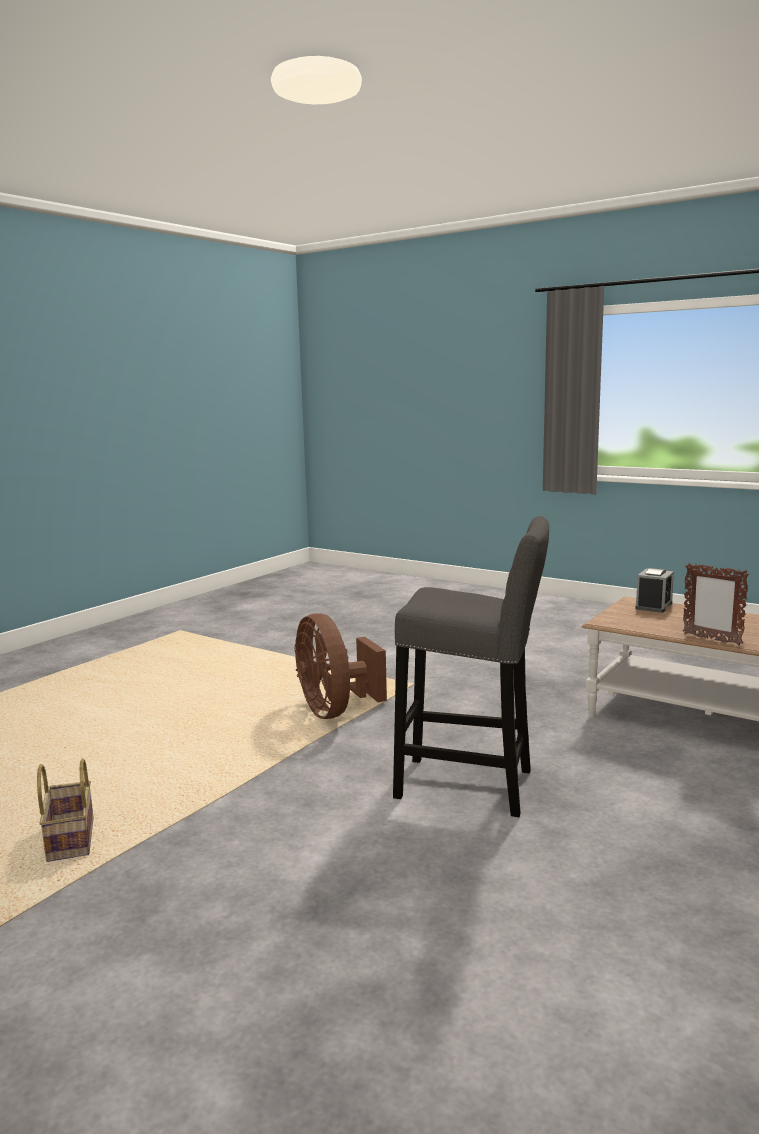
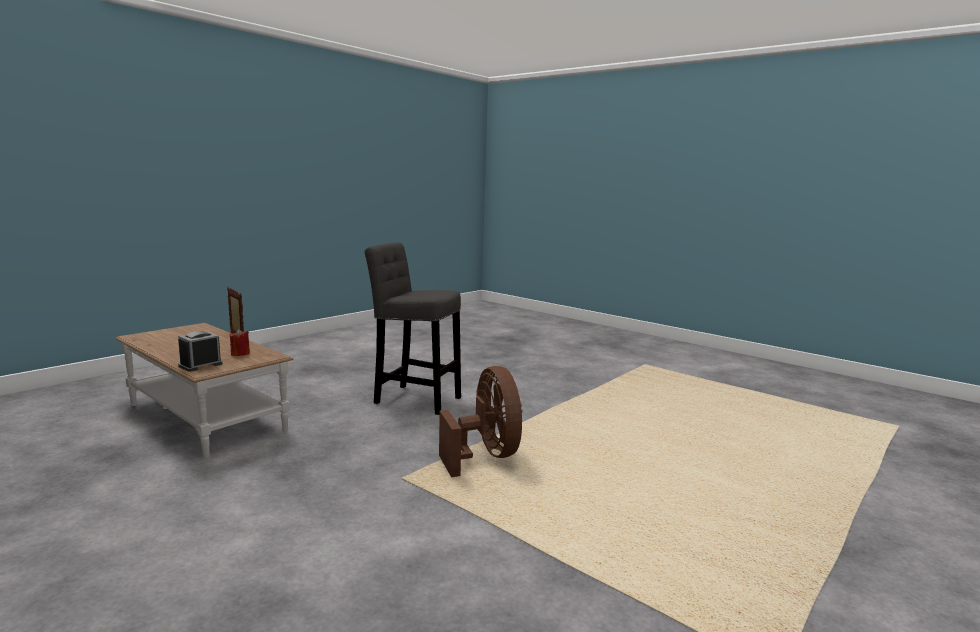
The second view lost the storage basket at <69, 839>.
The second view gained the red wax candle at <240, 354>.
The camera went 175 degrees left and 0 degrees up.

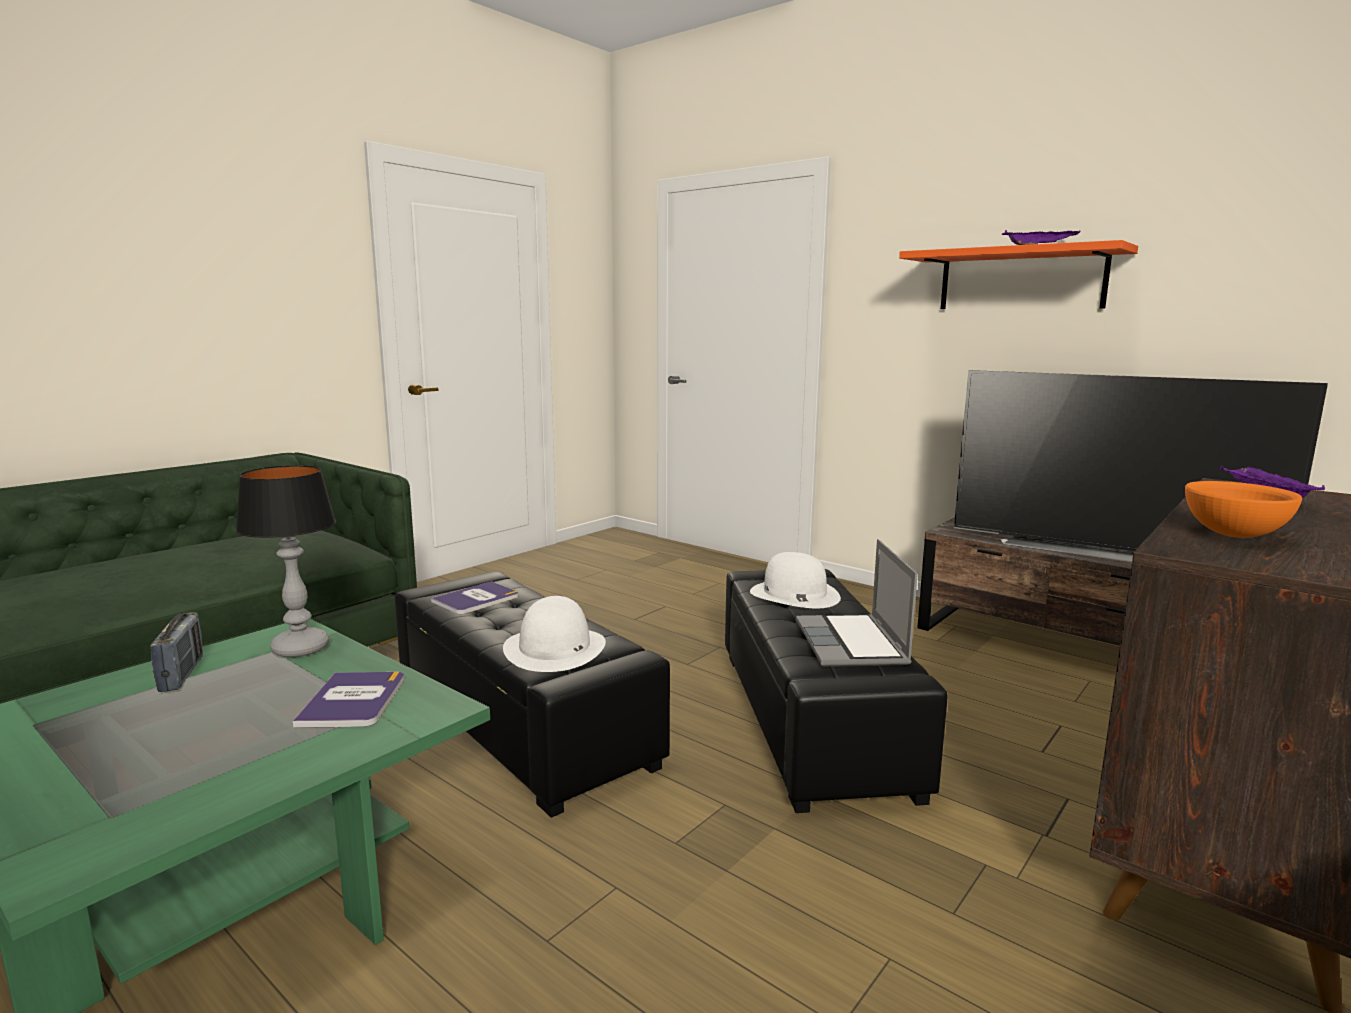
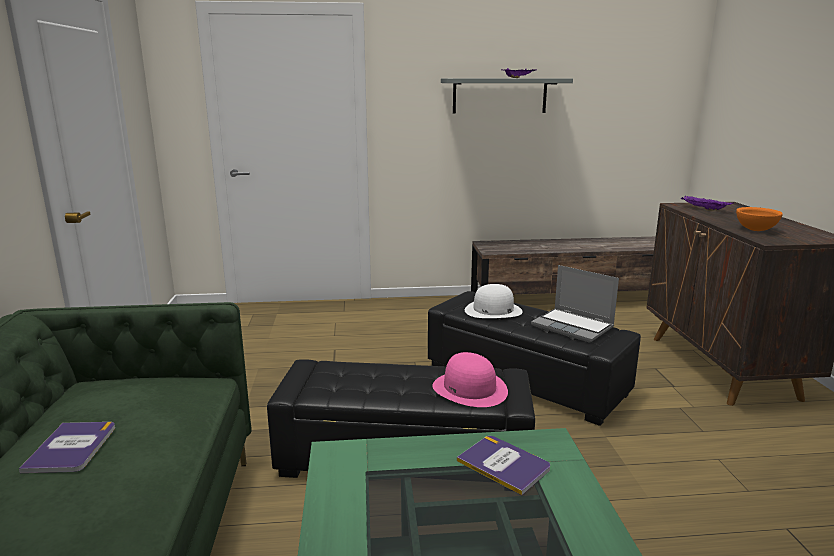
The second view lost the radio receiver at <182, 674>.
The second view lost the tabletop lamp at <299, 649>.
The book ended up elsewhere, having gone from <476, 599> to <71, 448>.
What was the whitish clothing hat at <555, 648> turned into the pink-coloured clothing hat at <470, 389>.
What was the orange-coloured wall shelf at <1021, 280> turned into the grey wall shelf at <499, 96>.
The second view lost the television at <1106, 551>.
The camera went 45 degrees left and 5 degrees up.

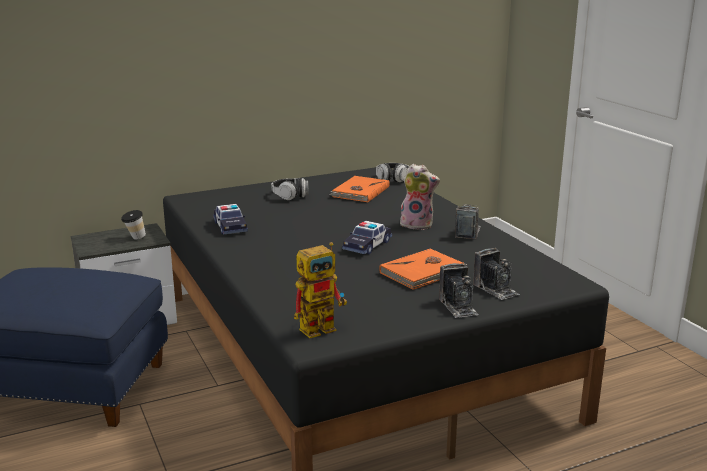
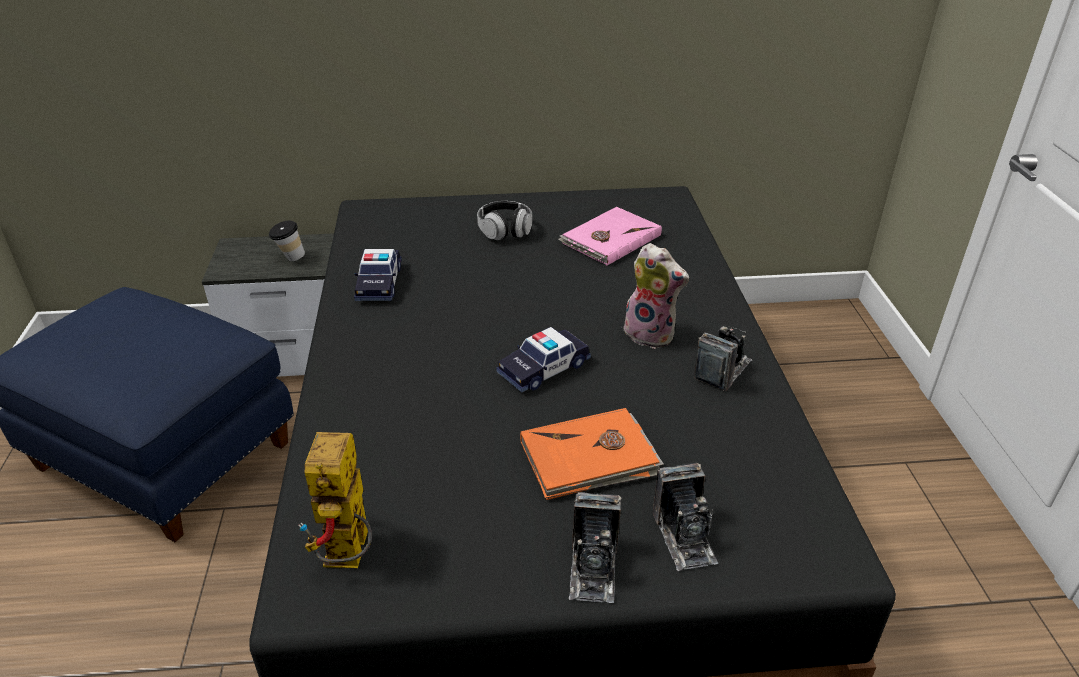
The robot figure at <322, 326> ended up facing another way, 105 degrees clockwise from before.
What was the orange-coloured book at <359, 192> turned into the pink-coloured book at <609, 239>.
The second view lost the headphones at <392, 179>.
The camera went 20 degrees right and 15 degrees up.

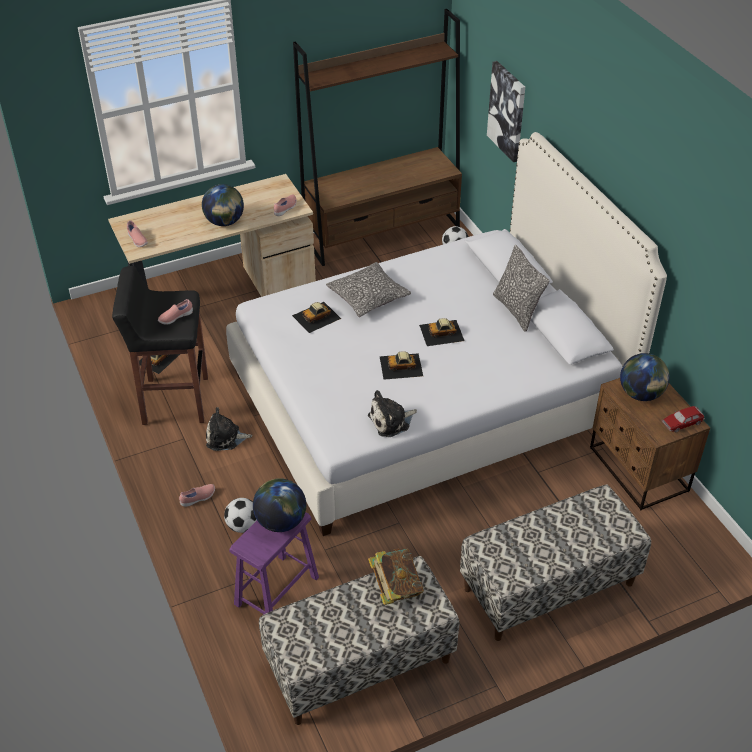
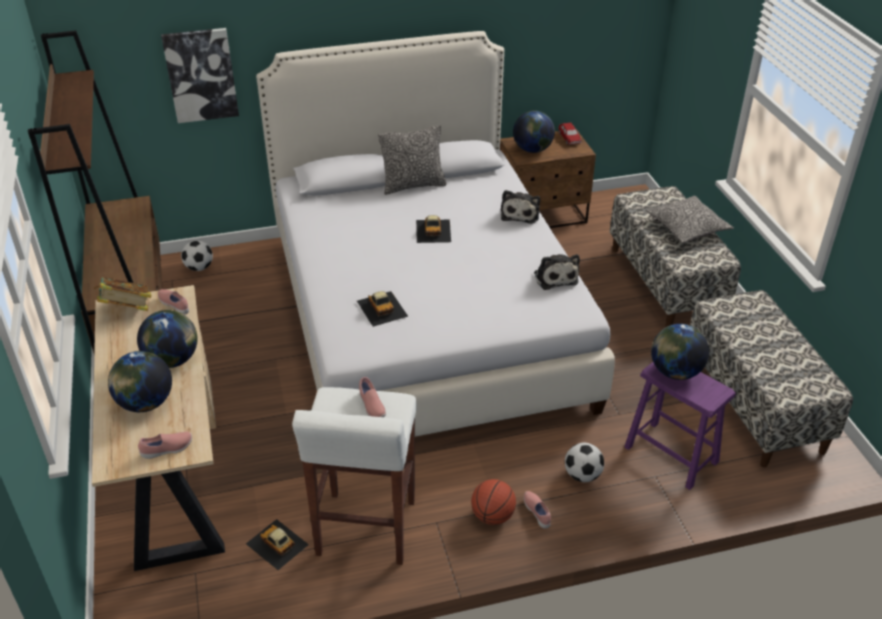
What was the blackish sitting stool at <174, 400> turned into the whitish sitting stool at <365, 529>.
The plush toy ended up elsewhere, having gone from <225, 438> to <520, 214>.
The cushion ended up elsewhere, having gone from <368, 296> to <687, 227>.
The book ended up elsewhere, having gone from <395, 587> to <127, 310>.
The second view lost the miniature car at <401, 366>.
The second view gained the desk globe at <145, 403>.
The second view gained the basketball at <492, 516>.
The camera went 80 degrees left and 5 degrees down.

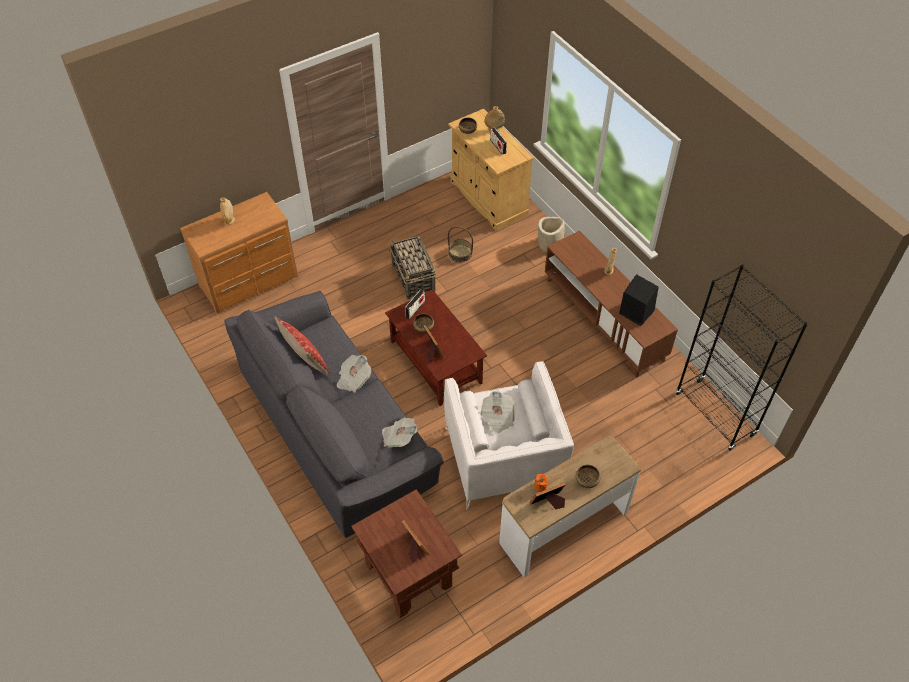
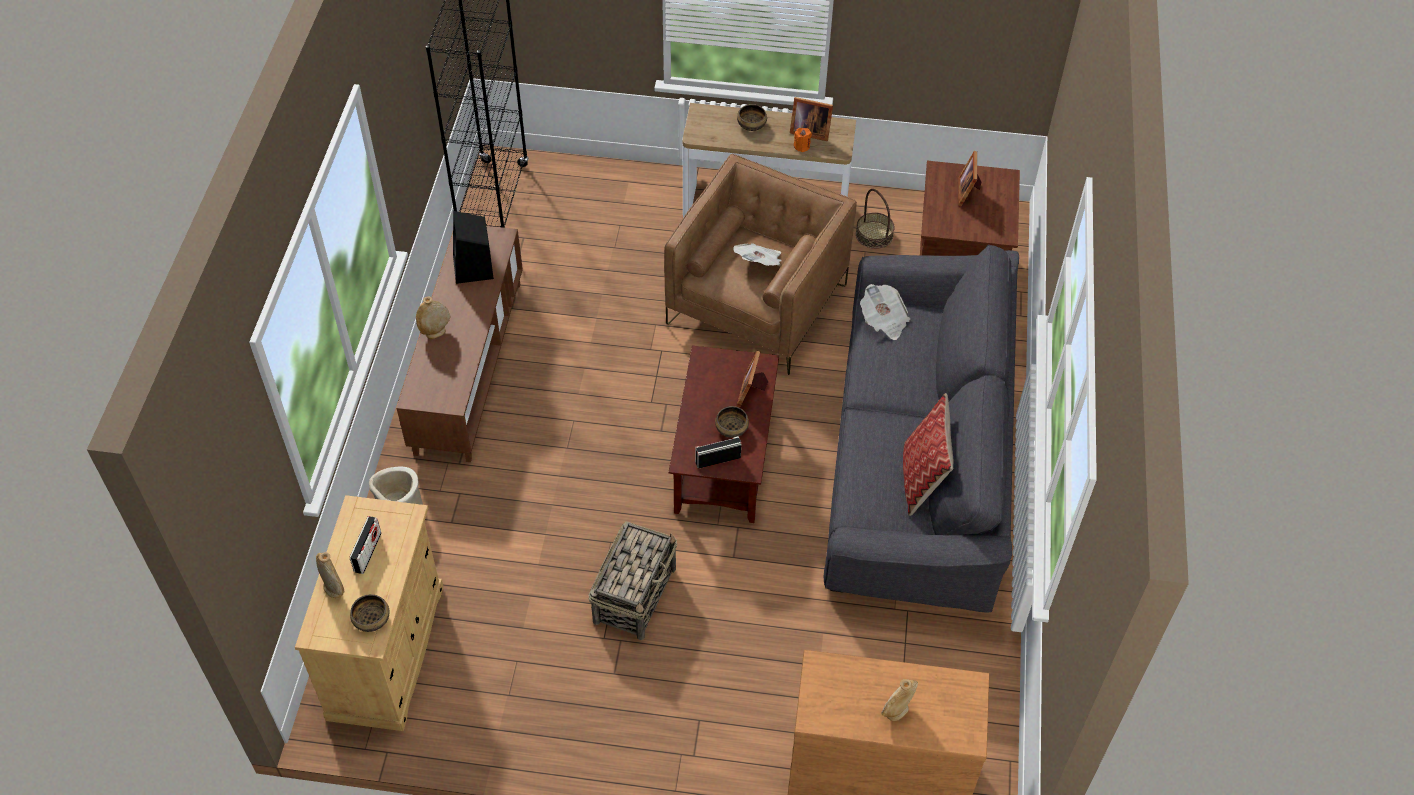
The second view lost the printed paper at <353, 379>.
What was the whitish lounge chair at <503, 458> turned into the brownish lounge chair at <757, 304>.
The storage basket ended up elsewhere, having gone from <460, 253> to <874, 235>.
The camera went 140 degrees left and 0 degrees up.

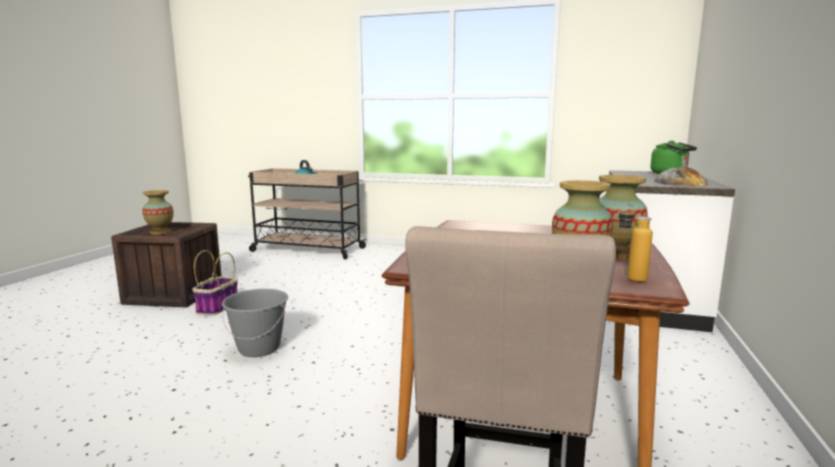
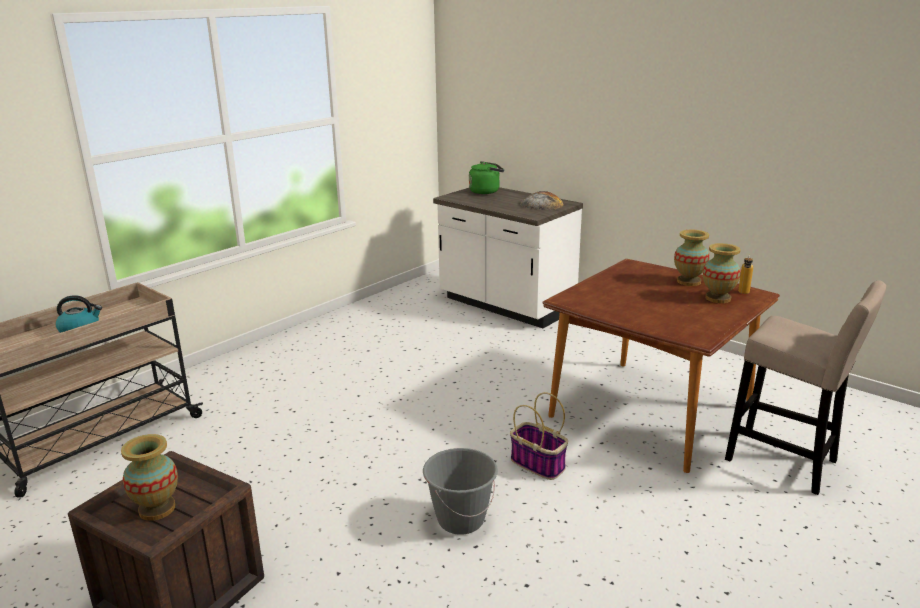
The storage basket ended up elsewhere, having gone from <217, 307> to <539, 464>.
The camera went 65 degrees left and 10 degrees up.

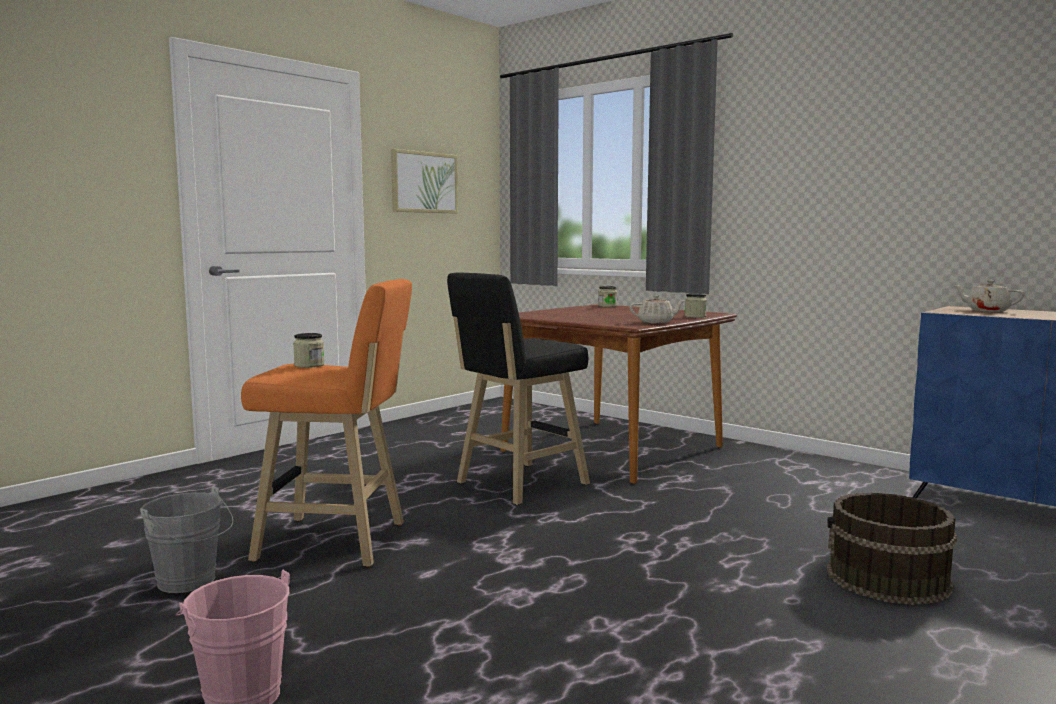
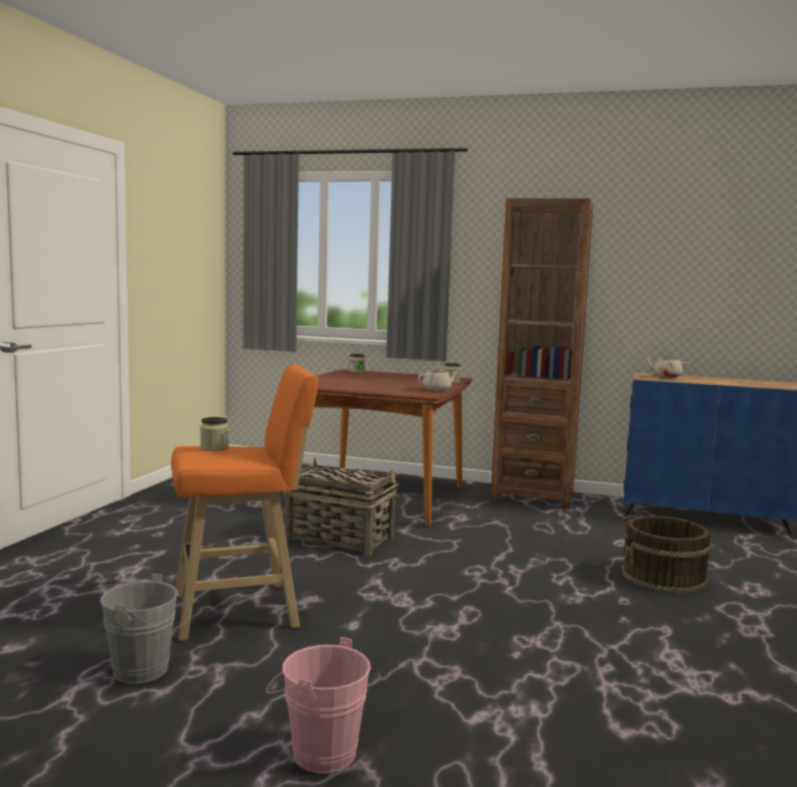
The second view lost the wall picture at <424, 182>.
Where the blackish sitting stool stood at <517, 485>, the storage basket came to stand at <338, 538>.
The second view gained the brownish bookcase at <533, 496>.
The camera went 25 degrees left and 0 degrees up.

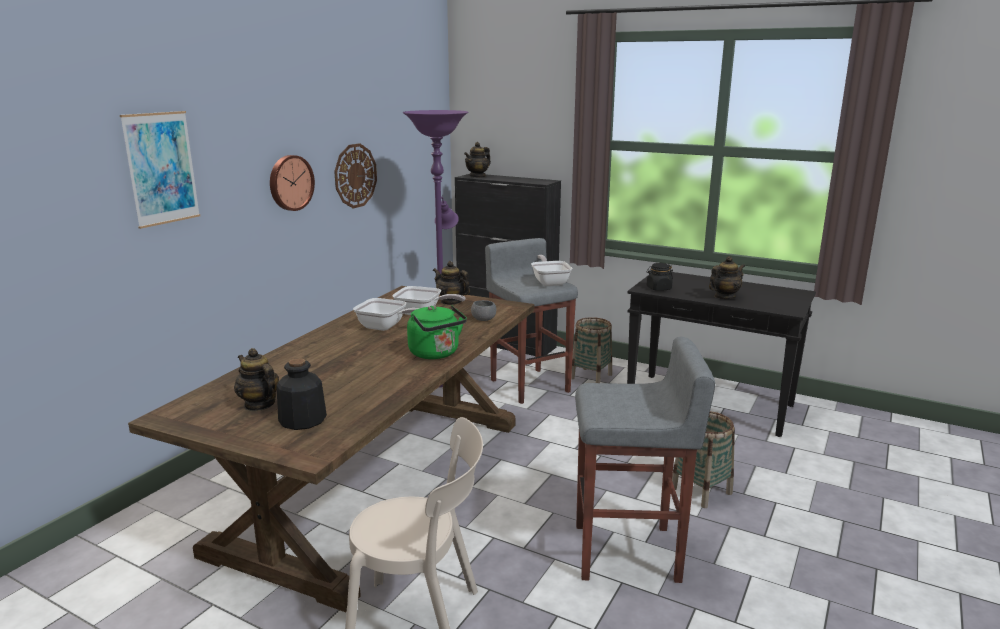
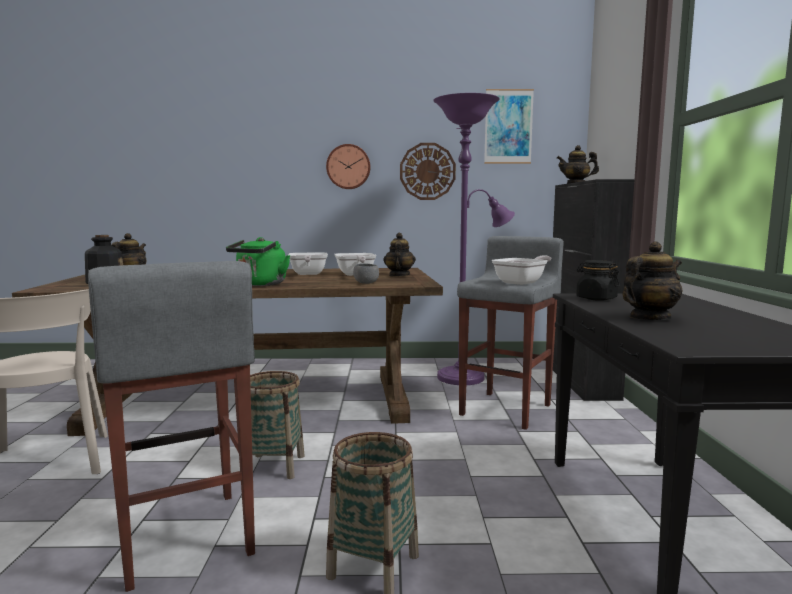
The wall picture ended up elsewhere, having gone from <161, 168> to <508, 126>.
The storage basket ended up elsewhere, having gone from <591, 376> to <274, 466>.
The teapot at <724, 297> ended up facing another way, 60 degrees counterclockwise from before.
The camera went 60 degrees right and 10 degrees down.

